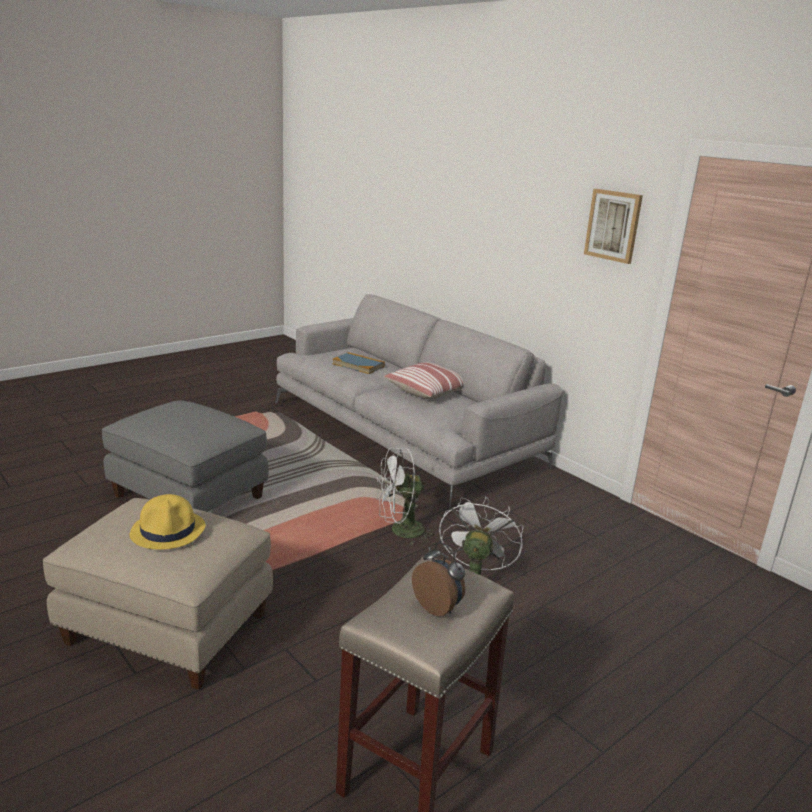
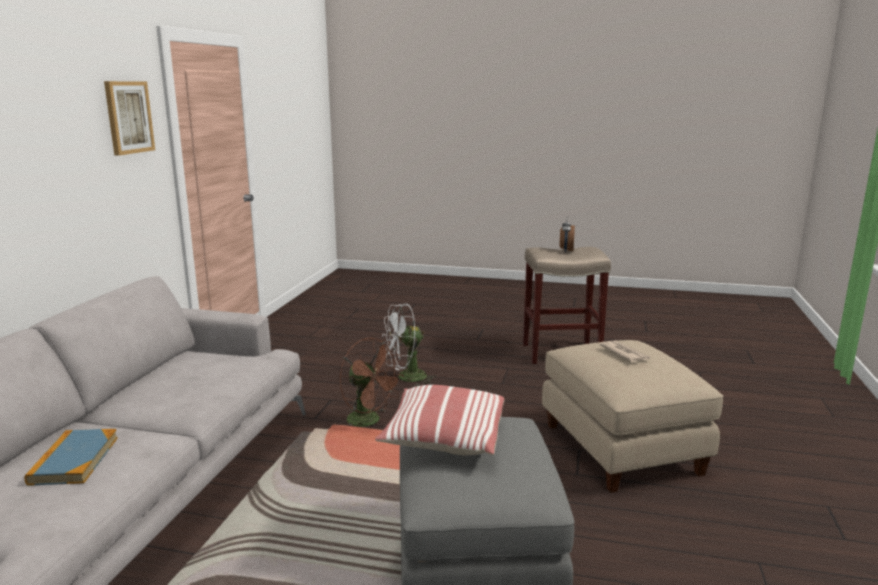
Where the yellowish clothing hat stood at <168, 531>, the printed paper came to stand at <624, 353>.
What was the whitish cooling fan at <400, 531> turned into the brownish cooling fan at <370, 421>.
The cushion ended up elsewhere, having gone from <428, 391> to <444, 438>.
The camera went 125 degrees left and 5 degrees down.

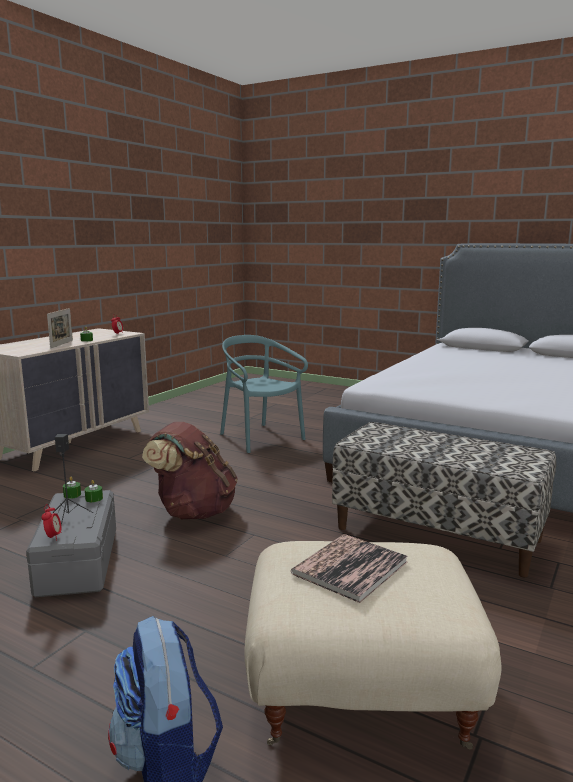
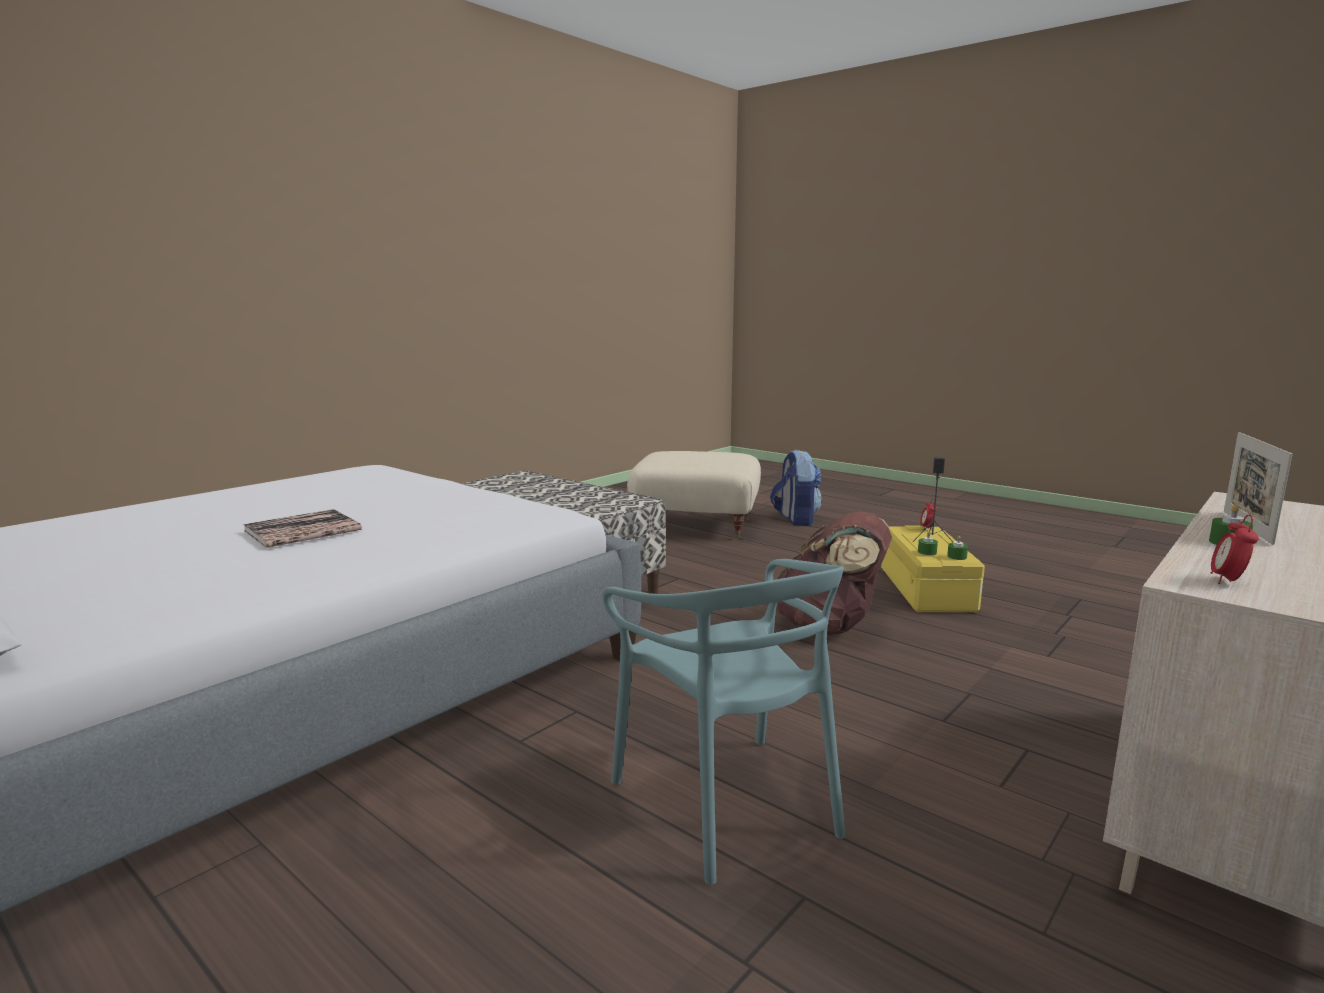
What was the grey storage container at <77, 561> turned into the yellowish storage container at <928, 590>.
The book ended up elsewhere, having gone from <350, 567> to <302, 530>.
The camera went 170 degrees left and 0 degrees up.

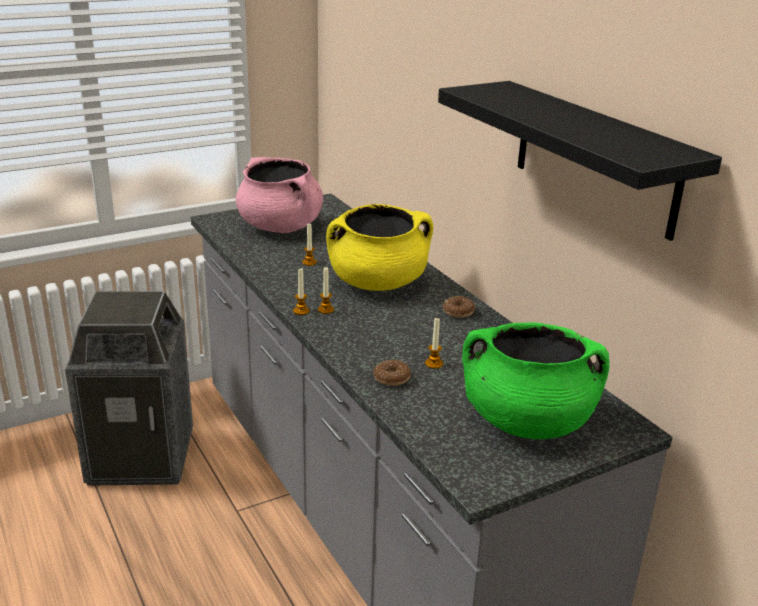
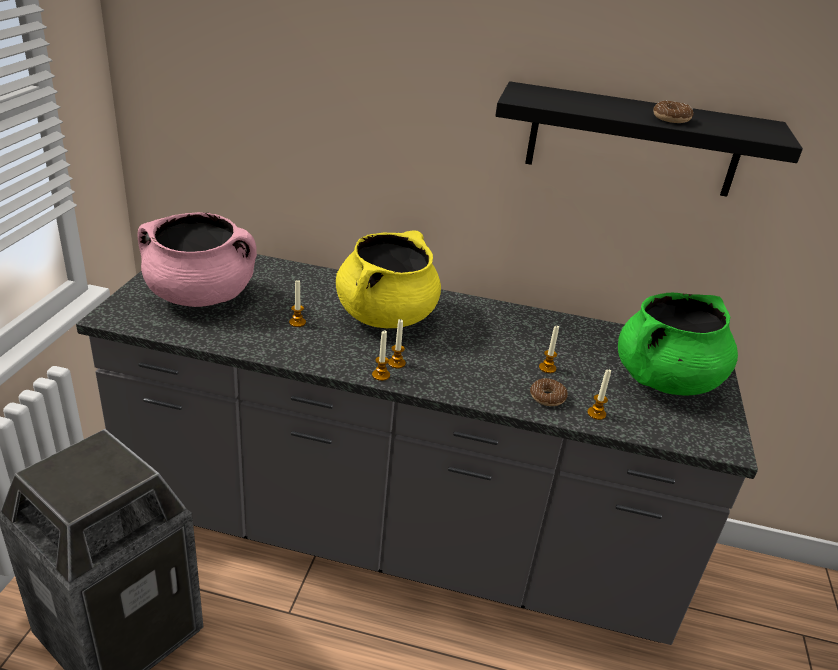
The doughnut ended up elsewhere, having gone from <458, 312> to <671, 119>.
The second view gained the wax candle at <596, 413>.
The camera went 50 degrees left and 5 degrees up.

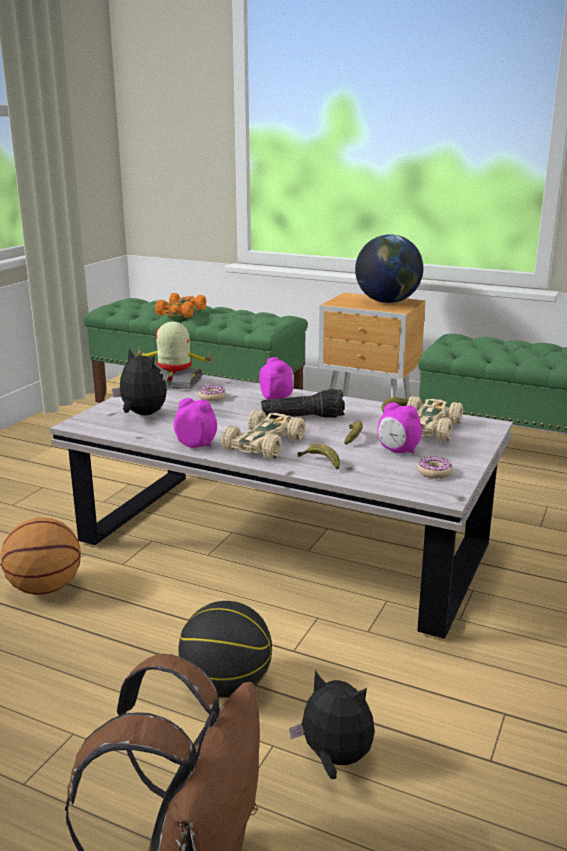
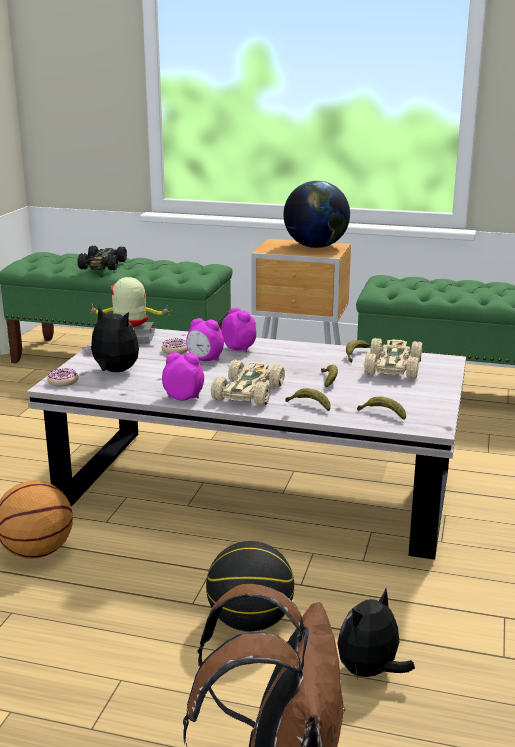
What was the orange-coloured miniature car at <181, 312> turned into the blackish miniature car at <103, 265>.
The second view lost the torch at <303, 417>.
The plush toy at <334, 759> ended up facing another way, 60 degrees counterclockwise from before.
The bedside clock ended up elsewhere, having gone from <398, 451> to <205, 360>.
The doughnut ended up elsewhere, having gone from <434, 472> to <63, 382>.
The second view gained the banana at <383, 414>.
The camera went 10 degrees left and 0 degrees up.

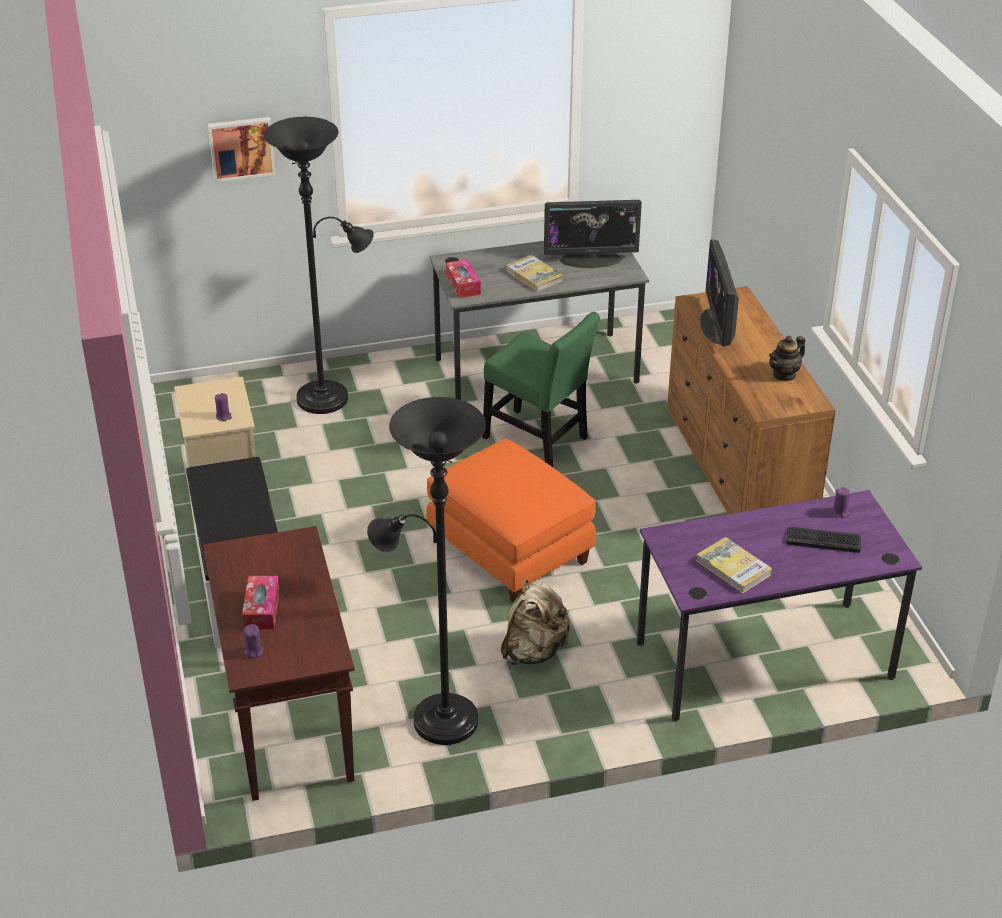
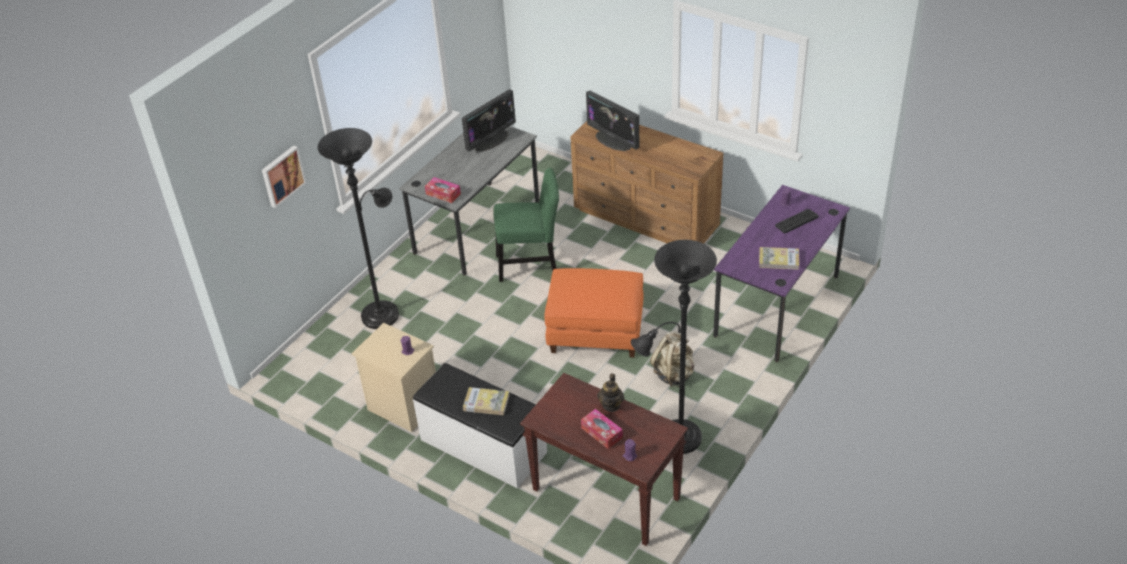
The book ended up elsewhere, having gone from <534, 276> to <486, 403>.
The teapot ended up elsewhere, having gone from <784, 374> to <611, 405>.
The camera went 40 degrees left and 5 degrees up.

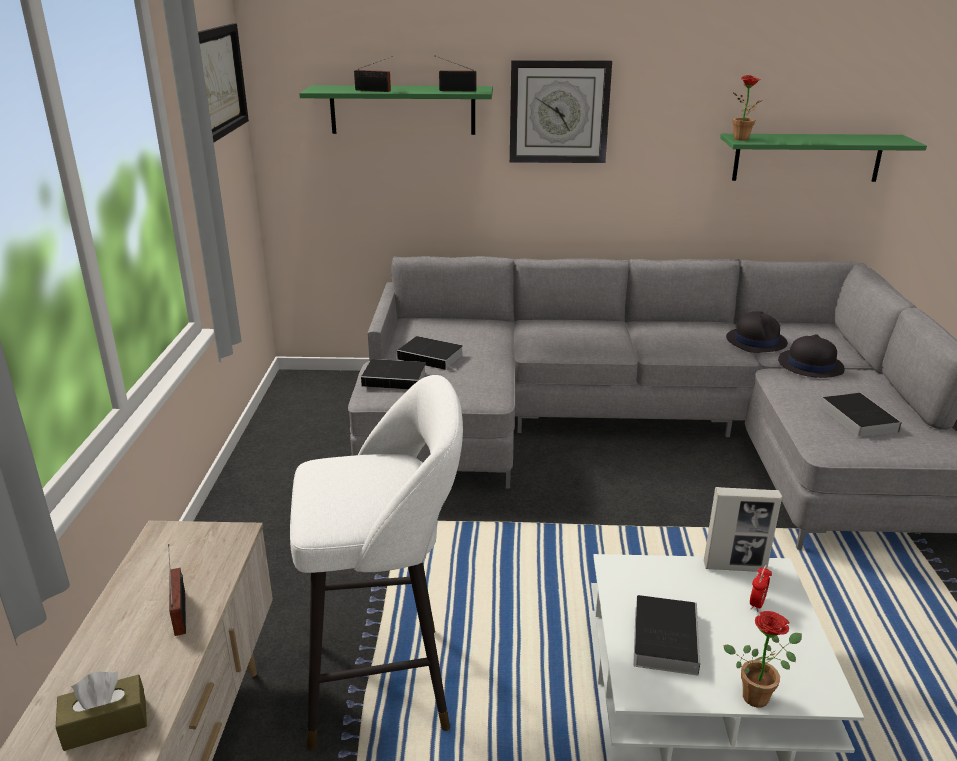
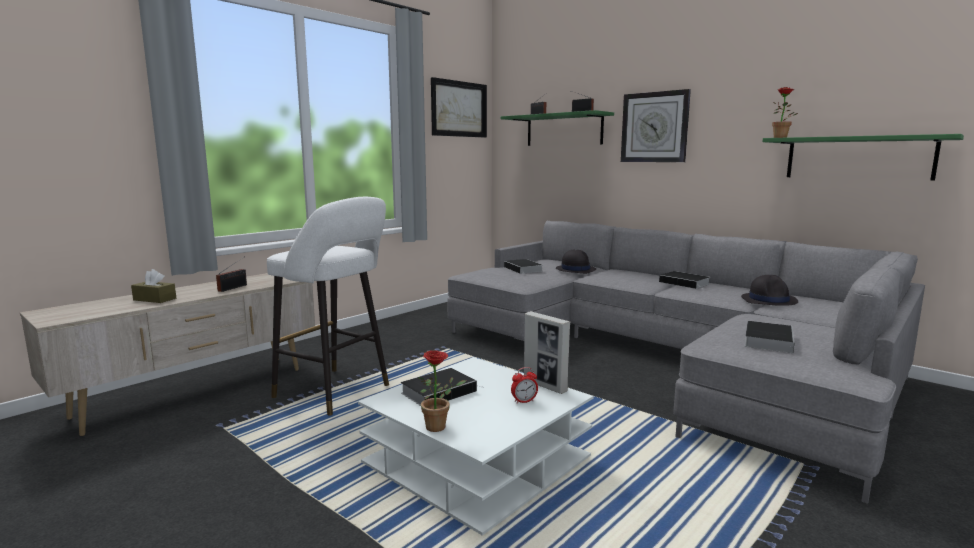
The book ended up elsewhere, having gone from <396, 379> to <685, 283>.
The blackish clothing hat ended up elsewhere, having gone from <810, 365> to <575, 269>.
The camera went 40 degrees right and 15 degrees down.

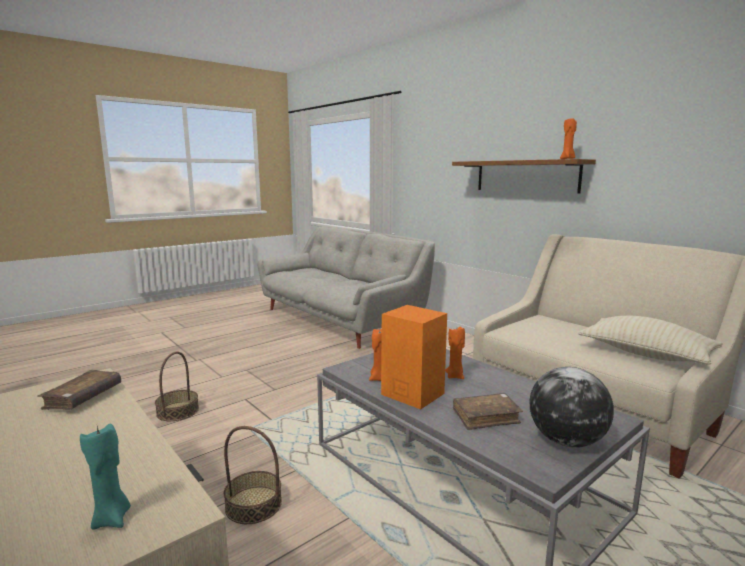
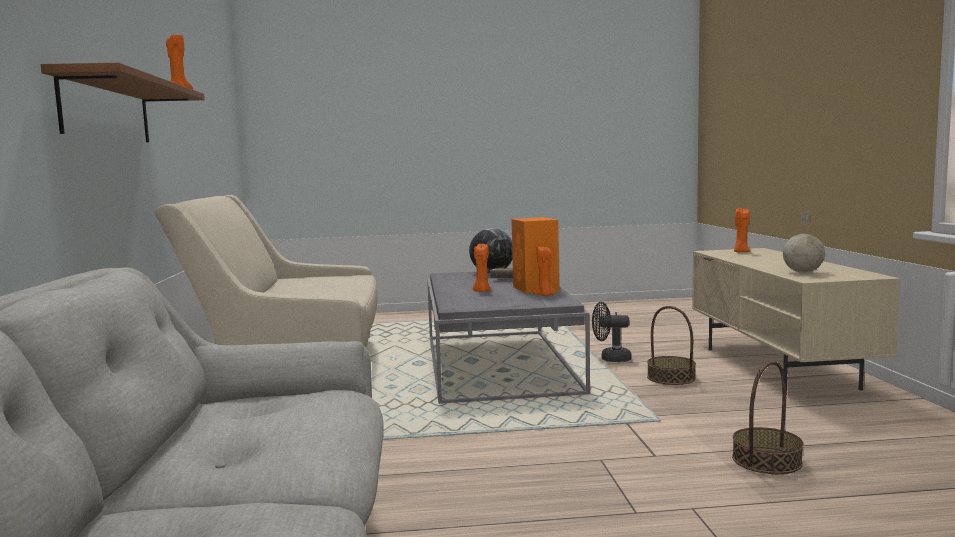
Where the brownish book stood at <83, 398>, the desk globe came to stand at <803, 272>.
What was the turquoise wax candle at <112, 519> turned into the orange-coloured wax candle at <741, 252>.
The second view lost the beige-coloured cushion at <646, 354>.
The second view gained the blackish cooling fan at <610, 359>.
The camera went 145 degrees left and 5 degrees down.

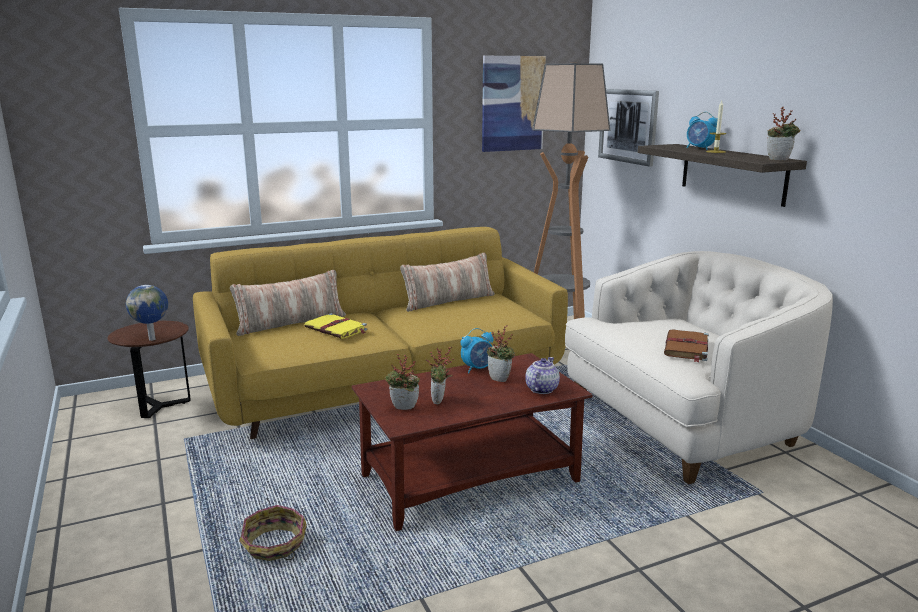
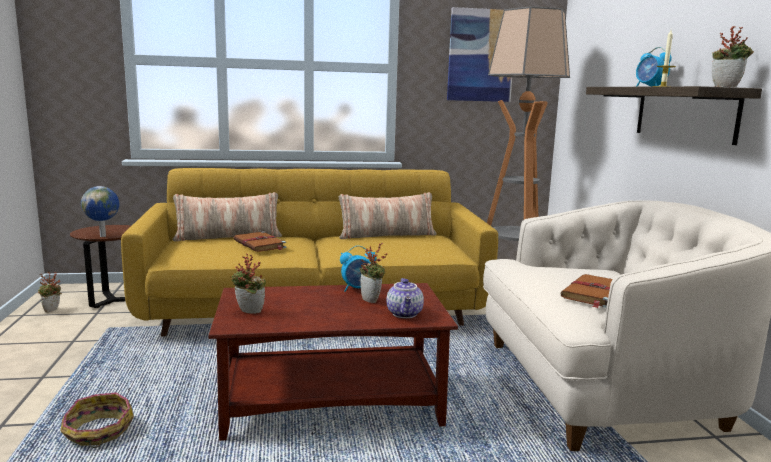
What was the yellowish book at <336, 329> turned into the brownish book at <260, 244>.
The houseplant ended up elsewhere, having gone from <440, 401> to <52, 311>.
The teapot at <541, 389> ended up facing another way, 135 degrees clockwise from before.
The second view lost the wall picture at <628, 126>.
The camera went 15 degrees right and 5 degrees down.

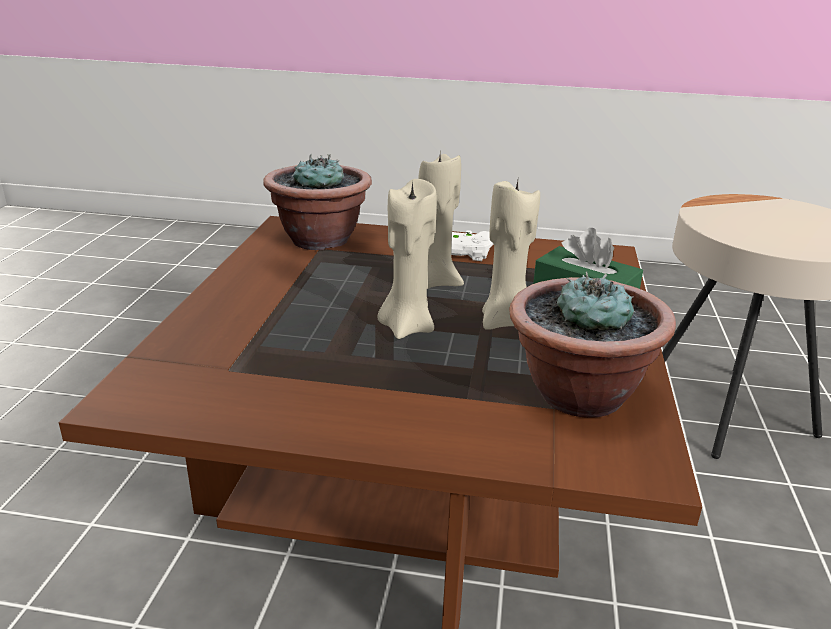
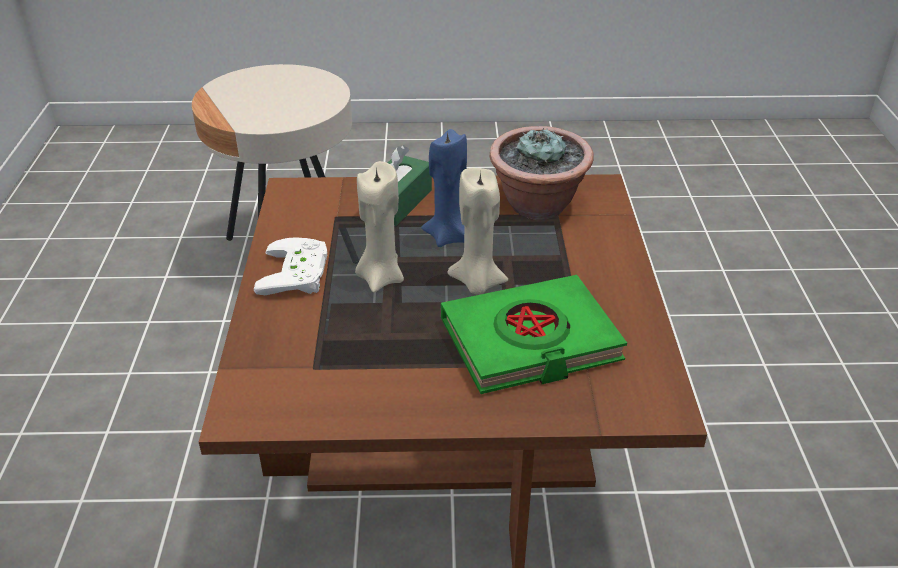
The second view lost the houseplant at <319, 240>.
What was the beige-coloured wax candle at <506, 322> turned into the blue-coloured wax candle at <448, 236>.
The second view gained the green-coloured book at <530, 342>.
The camera went 100 degrees left and 10 degrees up.

